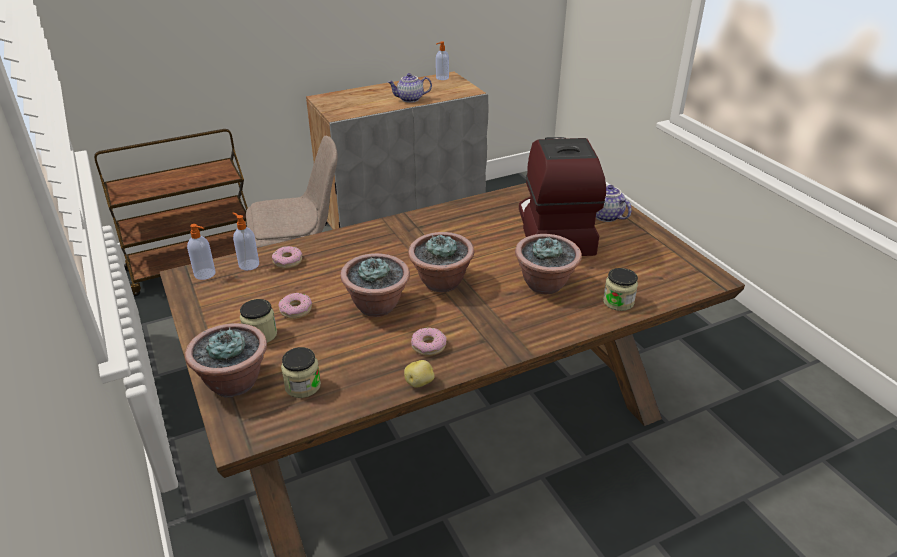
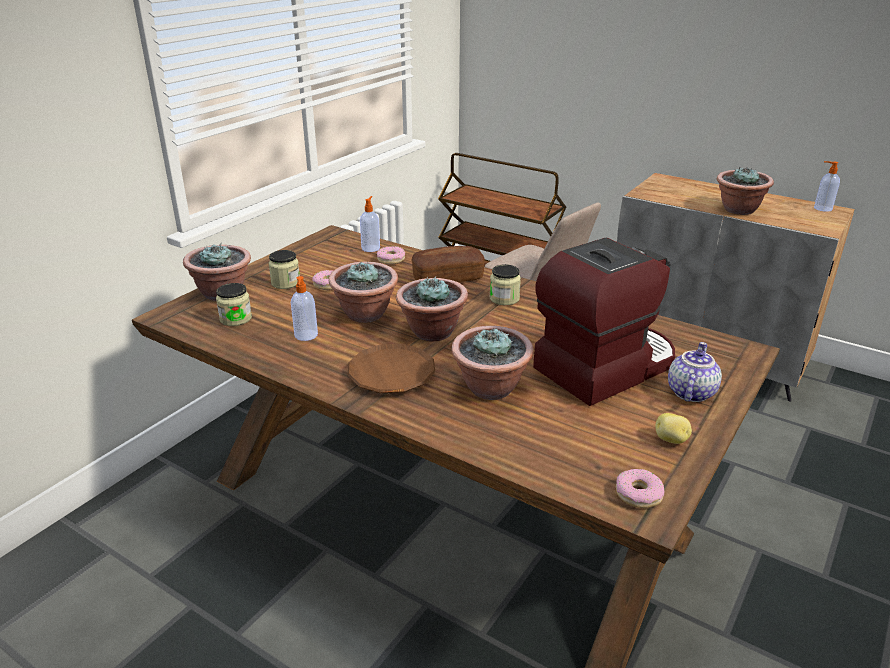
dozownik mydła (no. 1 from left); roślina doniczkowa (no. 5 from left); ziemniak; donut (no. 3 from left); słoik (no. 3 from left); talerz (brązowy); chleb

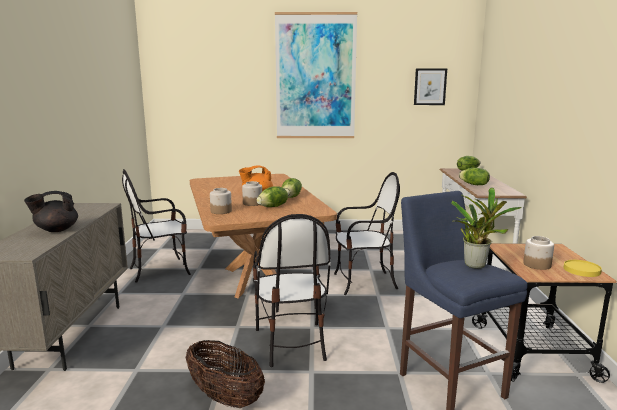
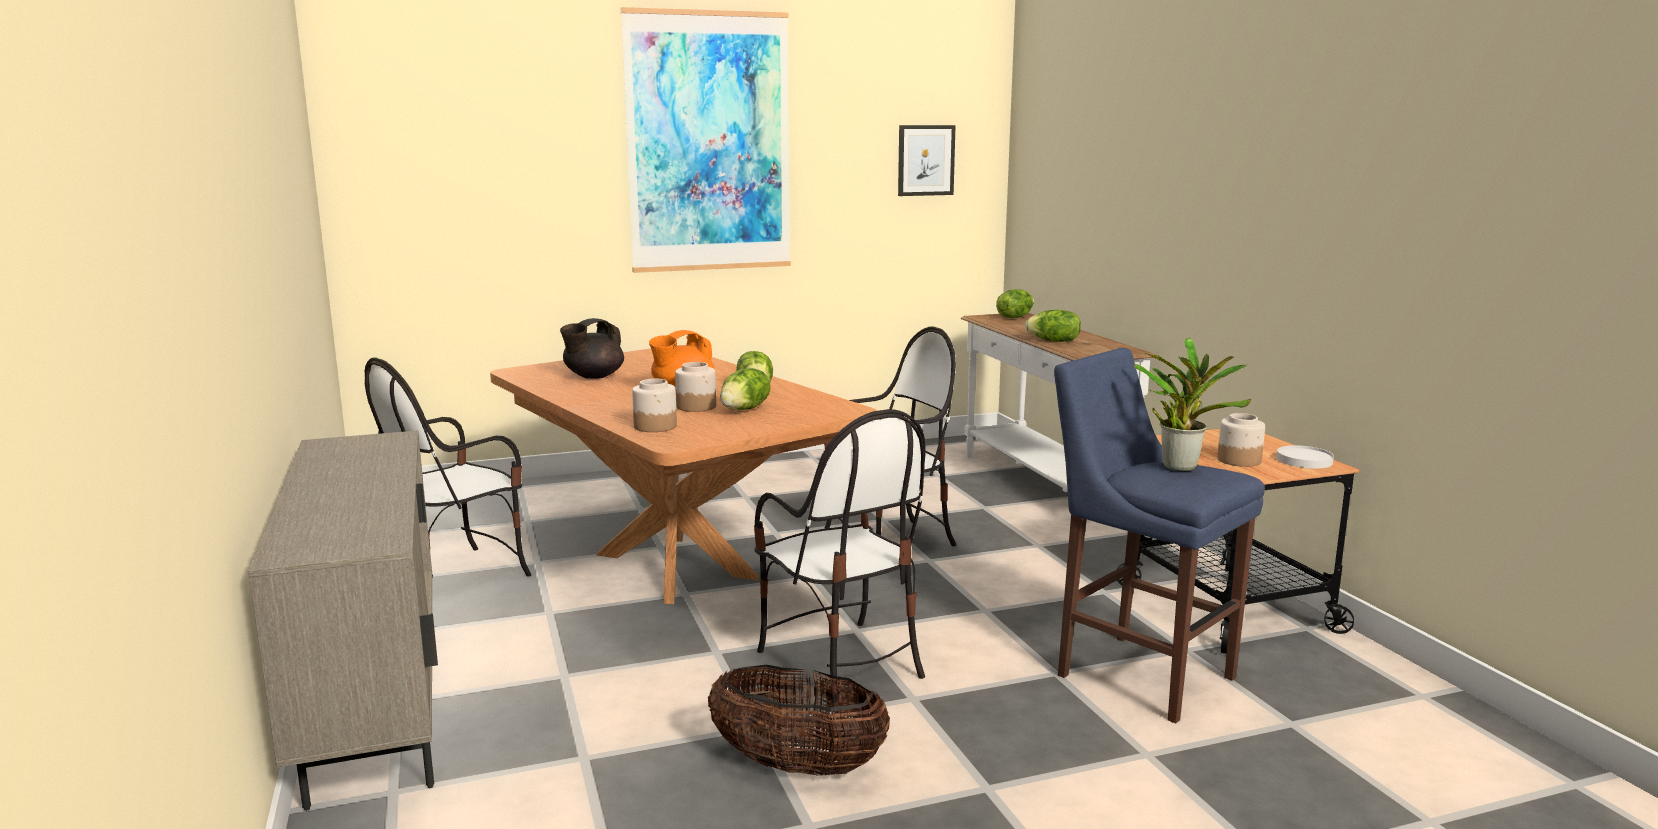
imbryk (czarny); talerz (biały)

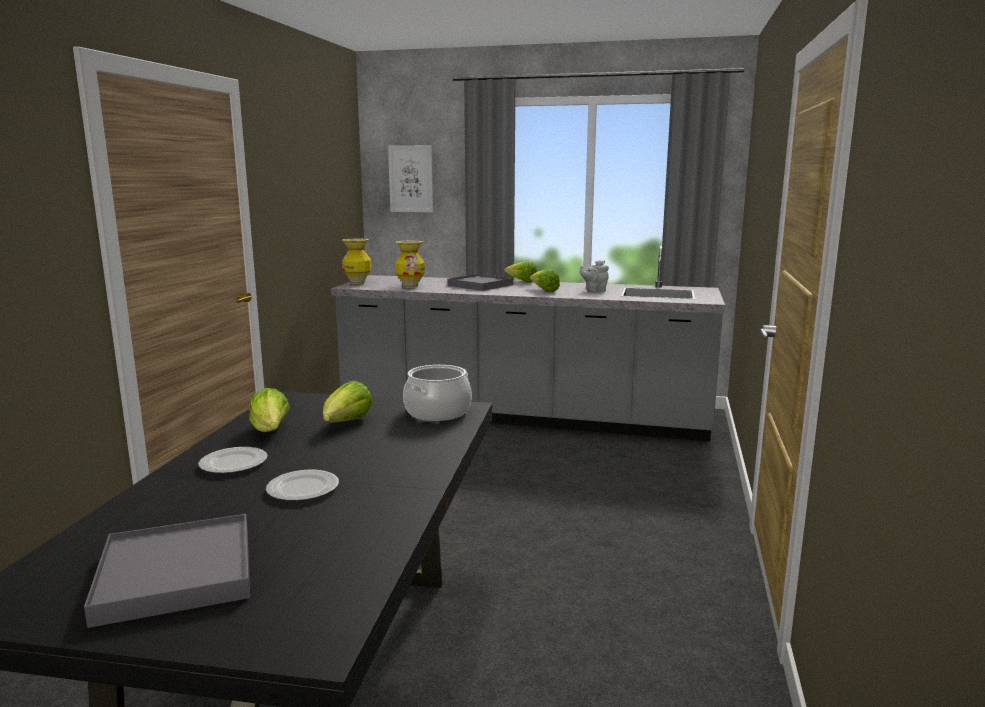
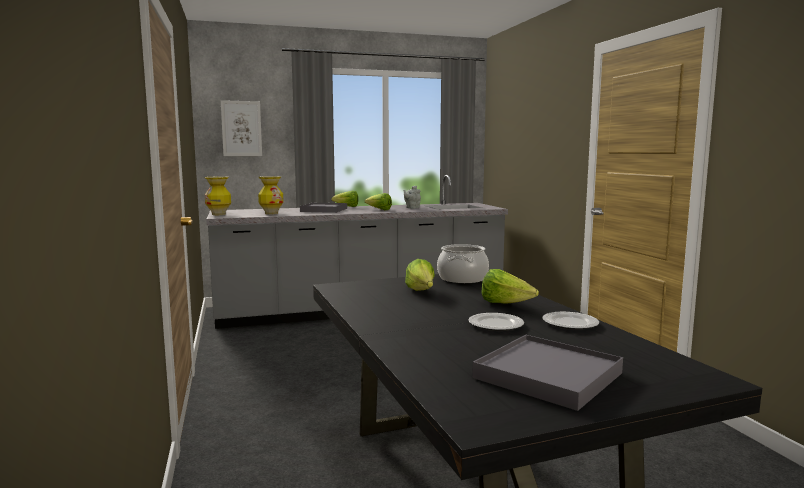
talerz (no. 2 from left); sałata (no. 4 from left)

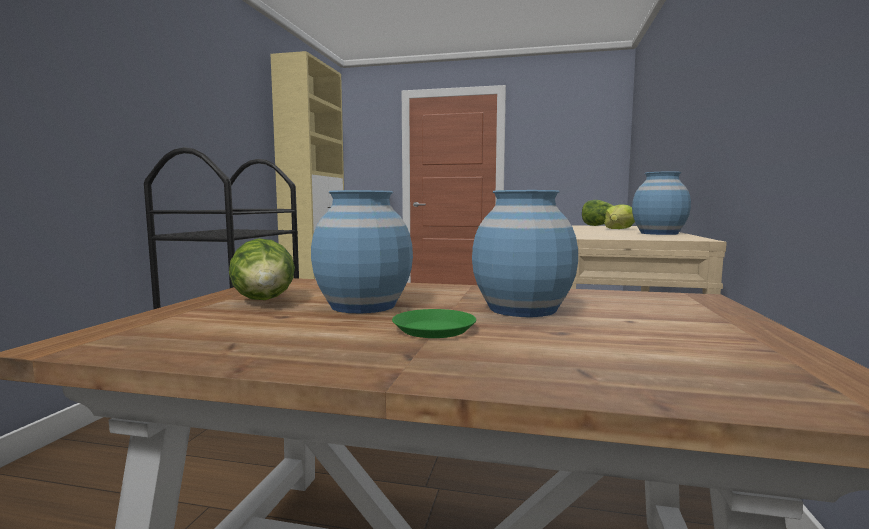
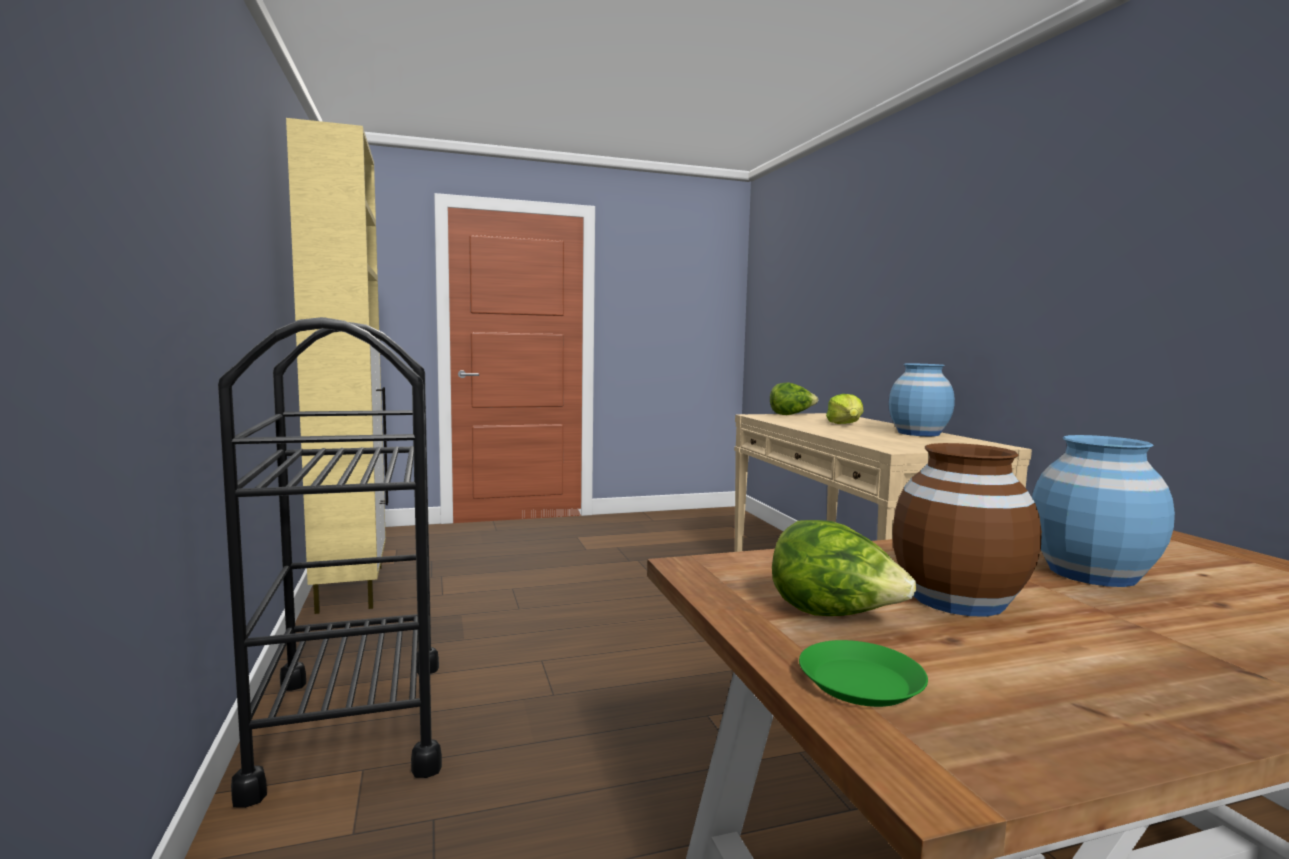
wazon (brązowy); talerz (zielony)

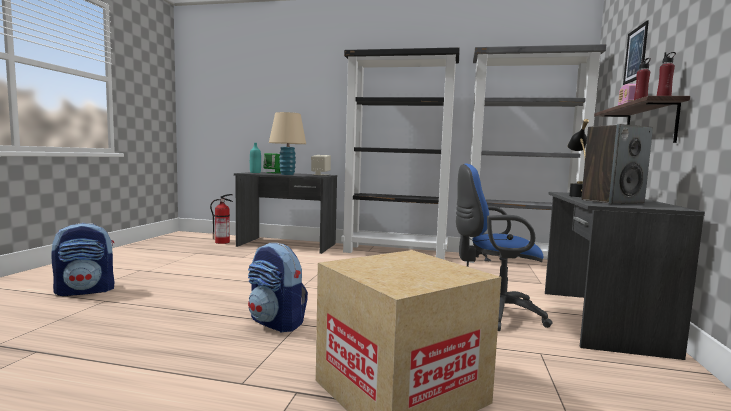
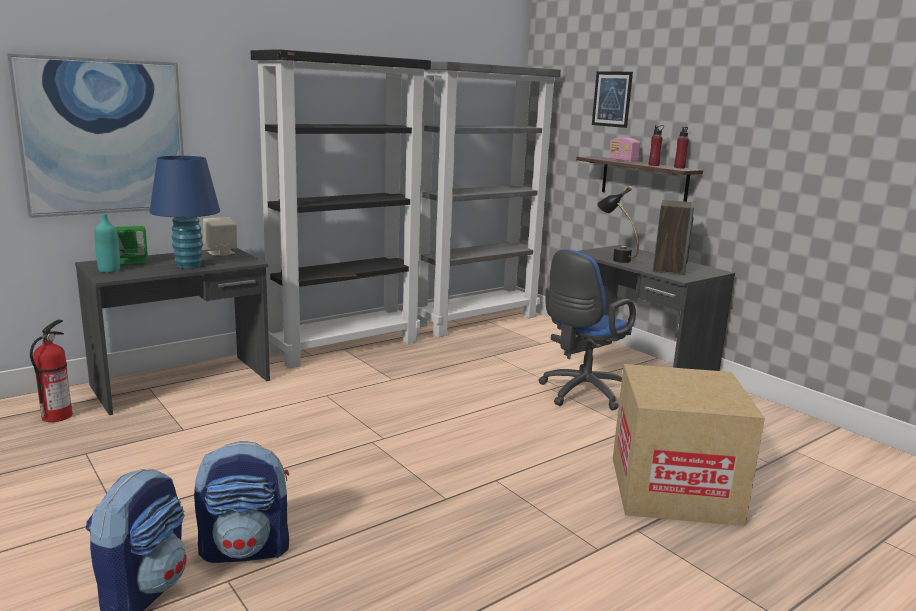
plecak (no. 2 from left); lampa stołowa (niebieski); obraz (no. 1 from left)

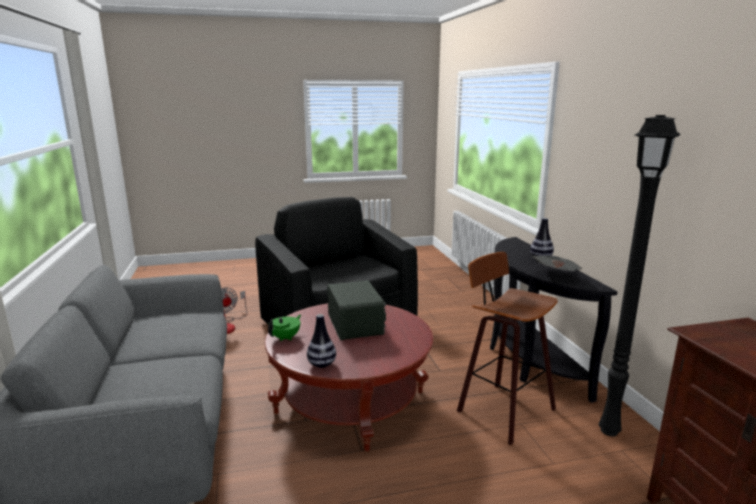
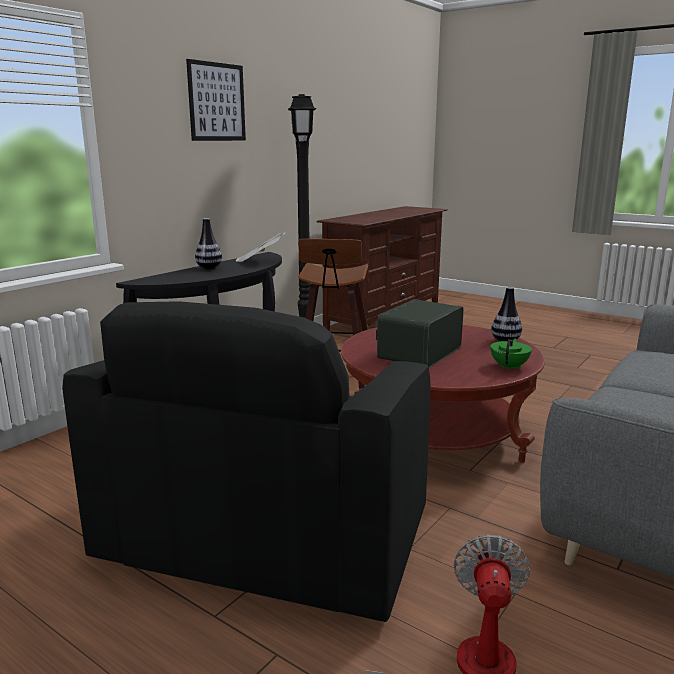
imbryk (zielony); obraz

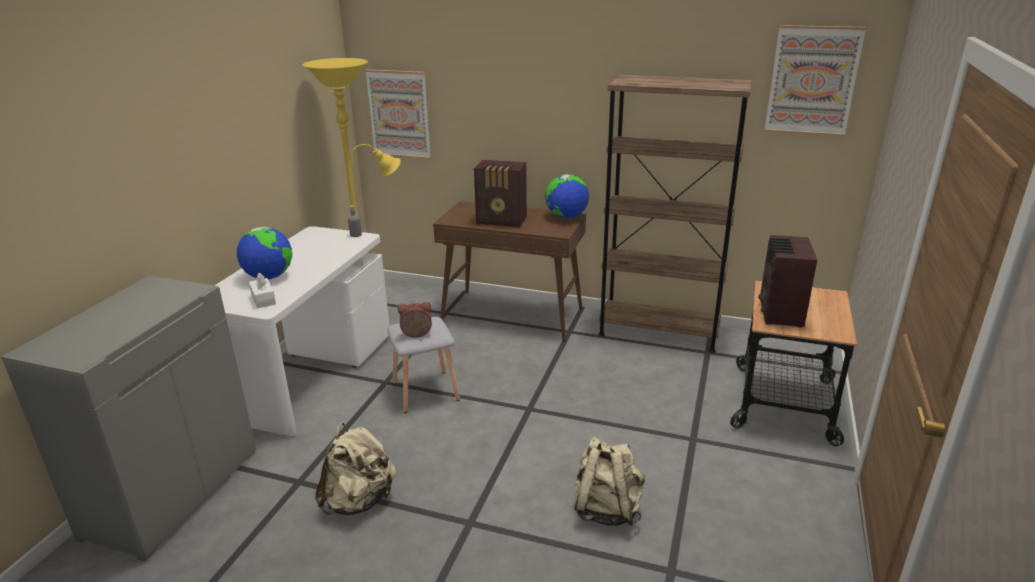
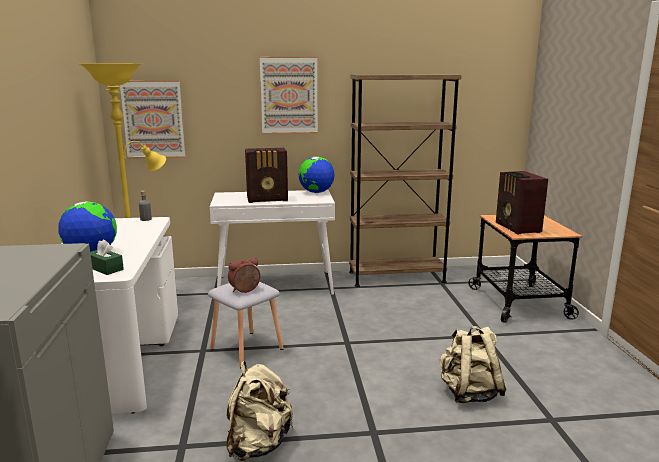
pudełko chusteczek (zielony); stolik konsolowy (biały); obraz (no. 2 from left)

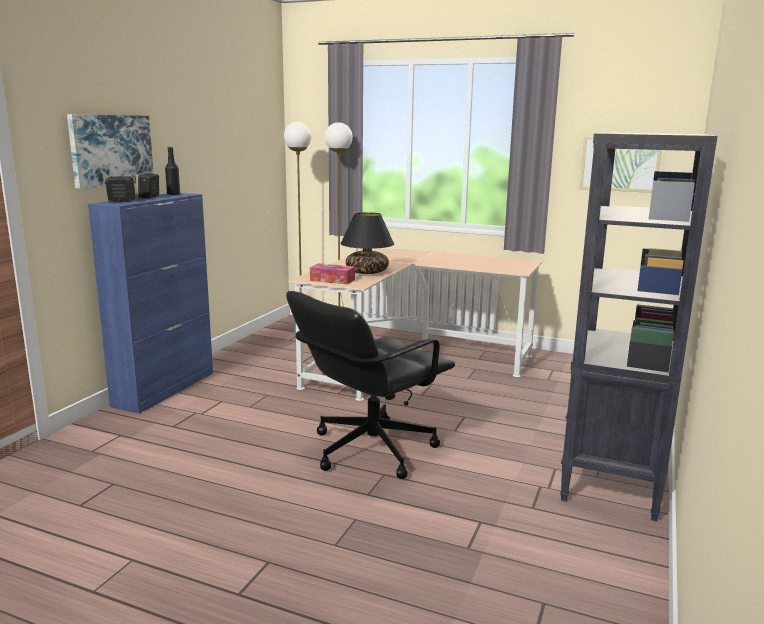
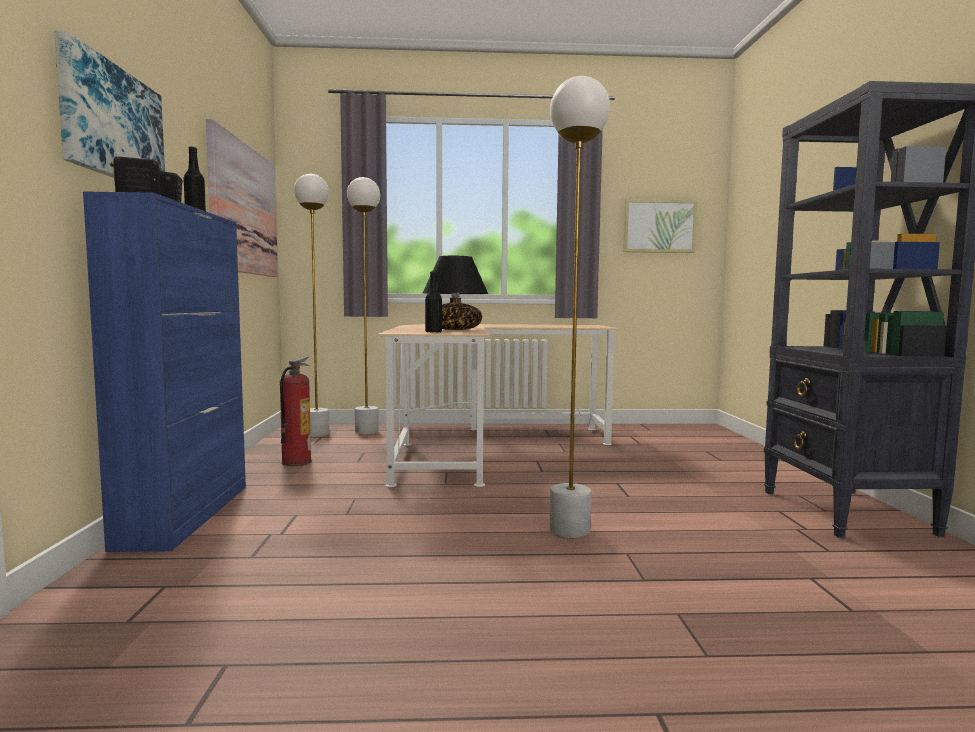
lampa stojąca (biały) (no. 3 from left); butelka (czarny) (no. 2 from left); obraz (no. 2 from left); gaśnica

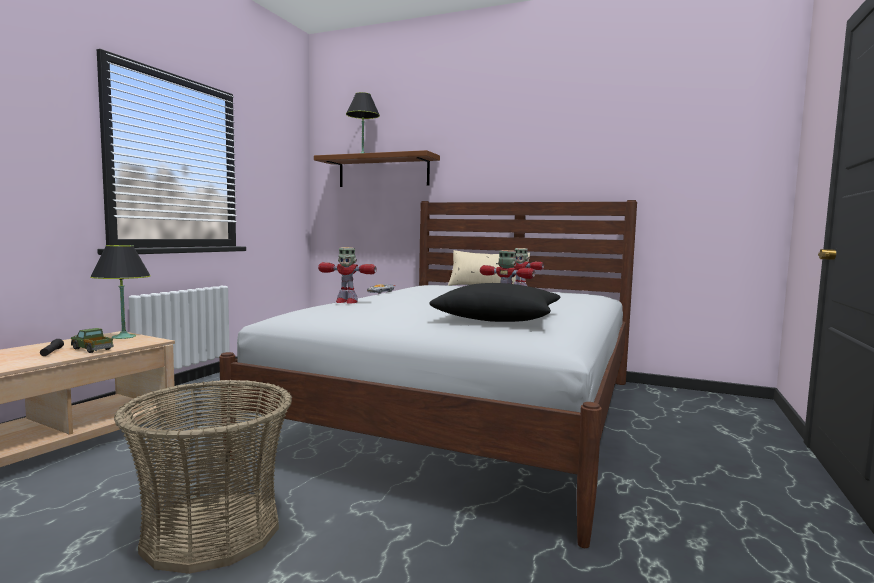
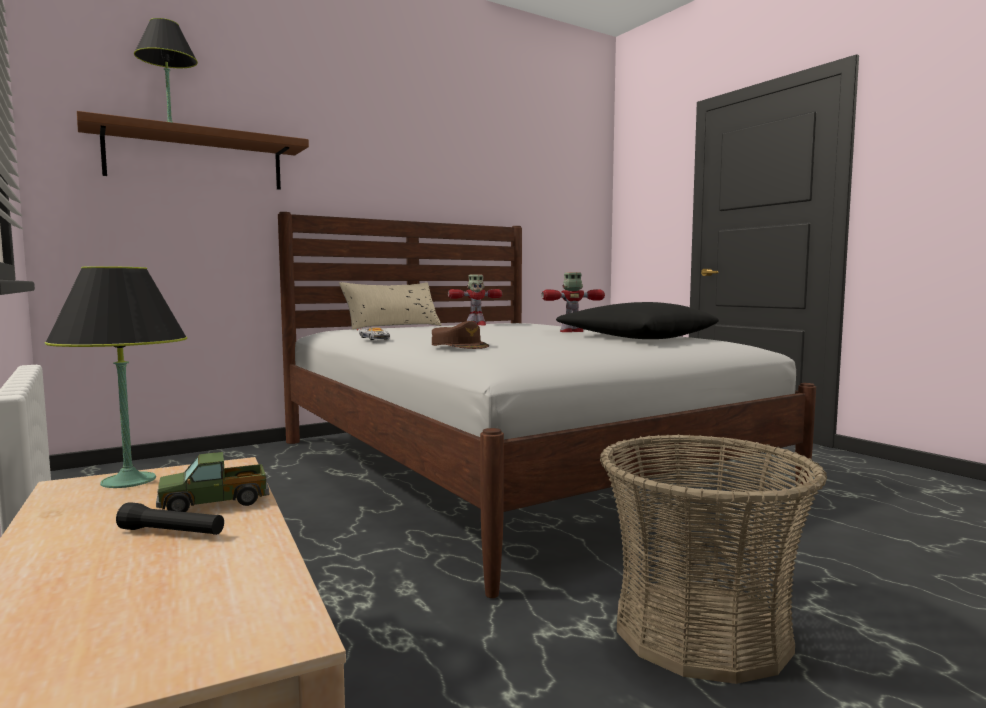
czapka z daszkiem (brązowy)

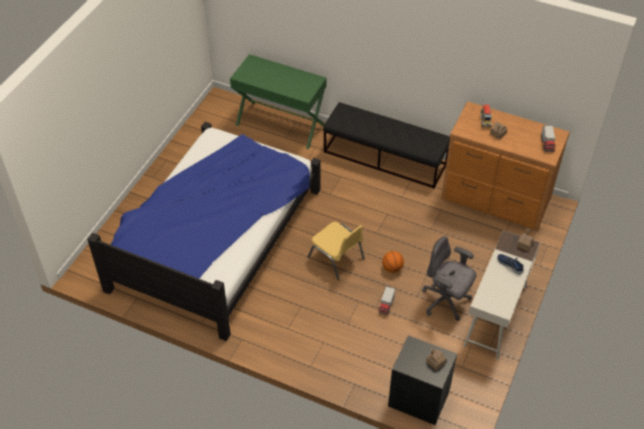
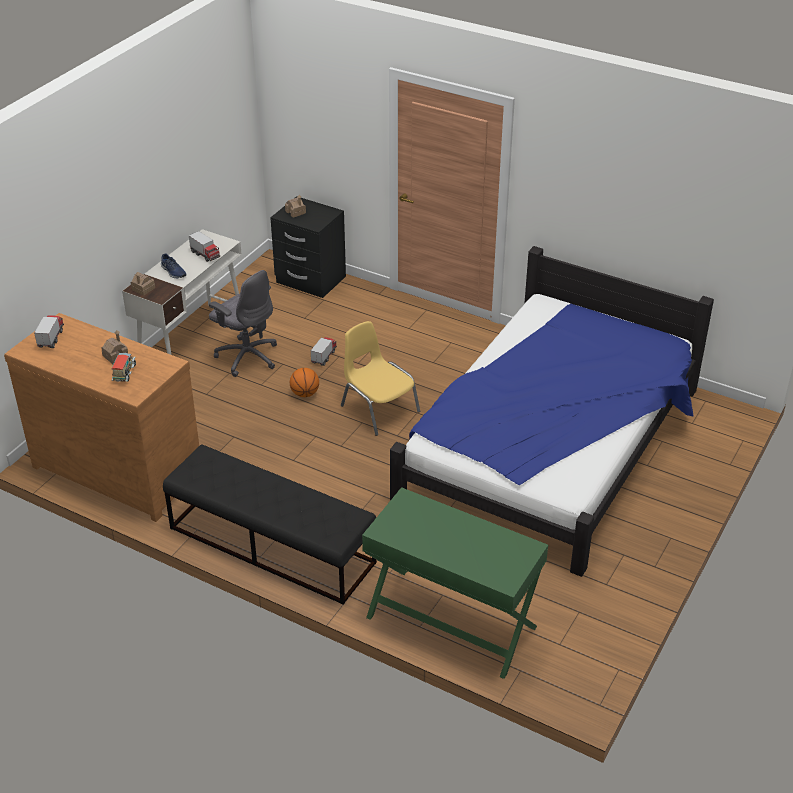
ciężarówka zabawkowa (no. 3 from left)

